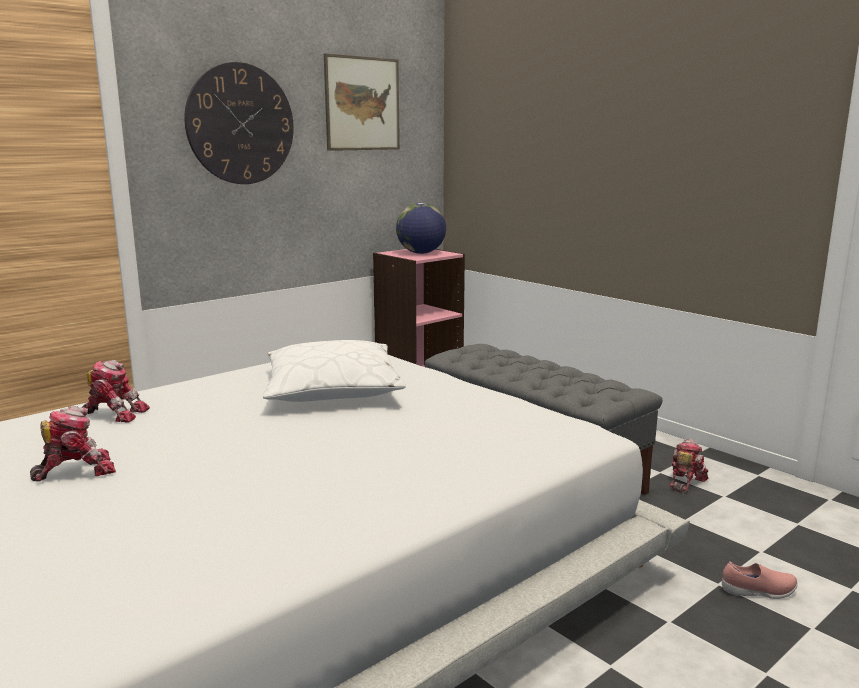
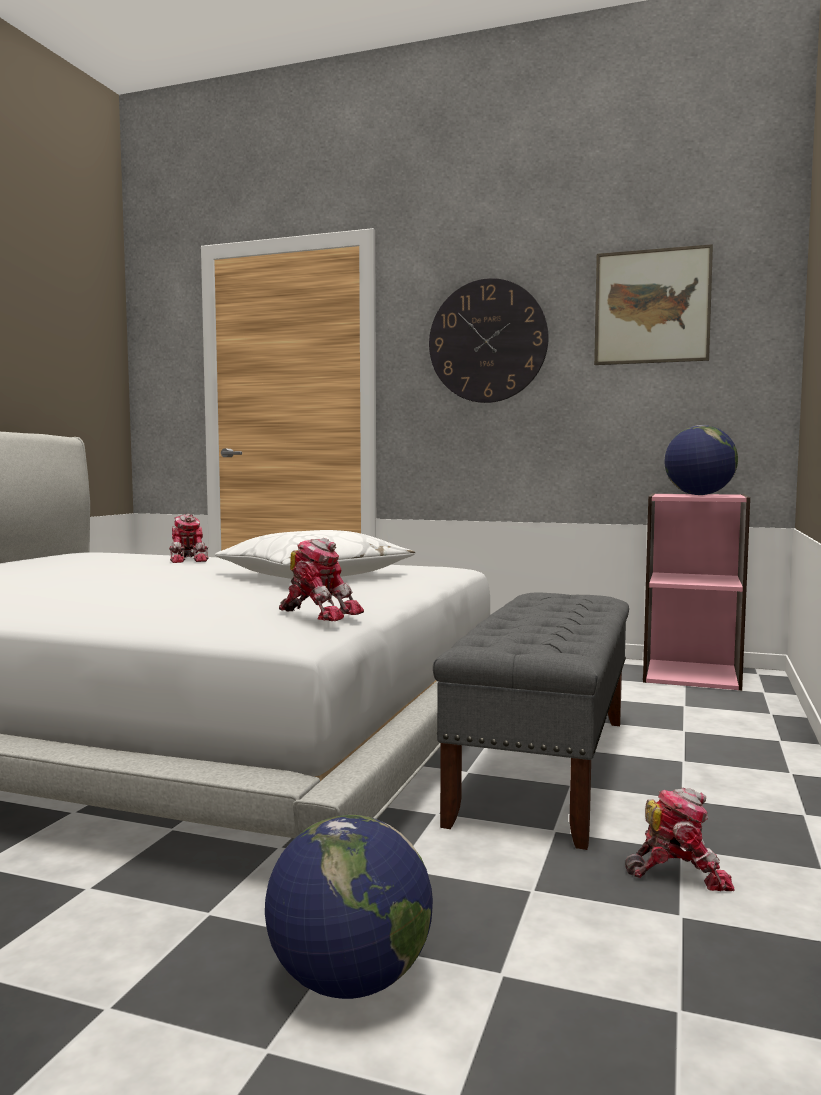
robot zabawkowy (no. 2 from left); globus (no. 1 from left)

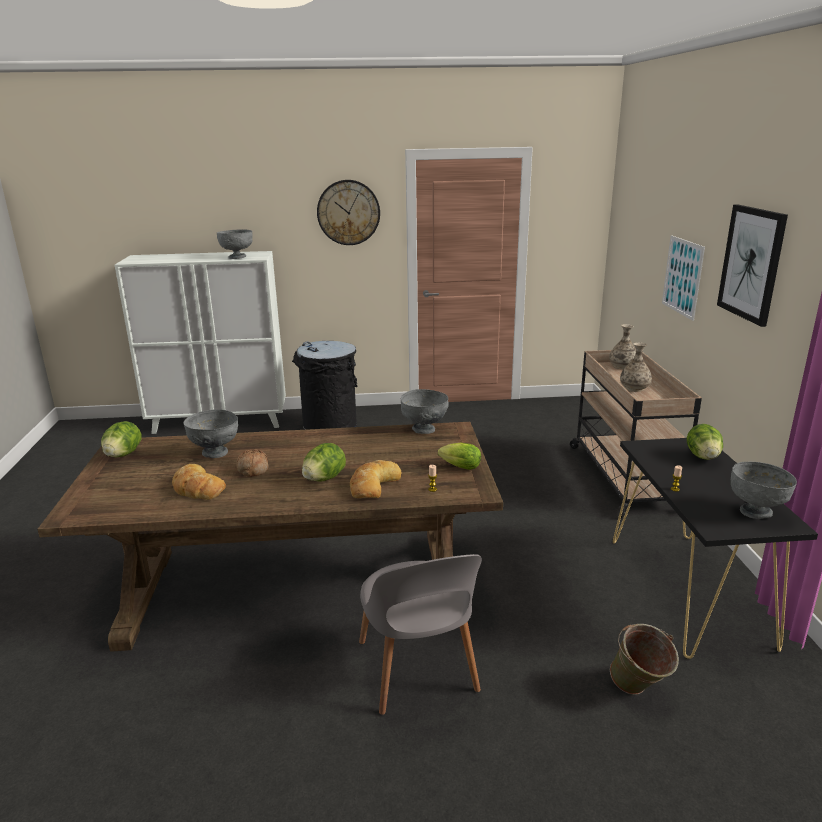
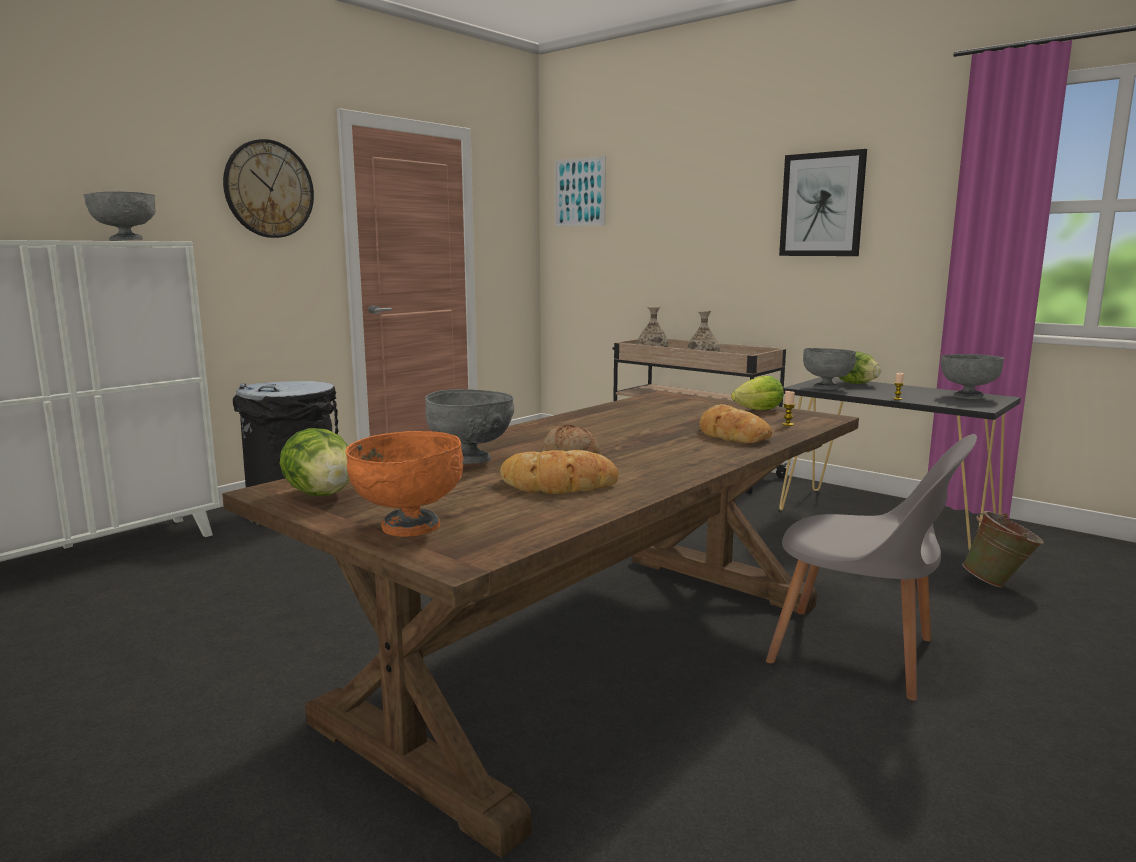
sałata (no. 2 from left in the first image); miska (szary) (no. 3 from left); obraz (no. 1 from left); miska (pomarańczowy)

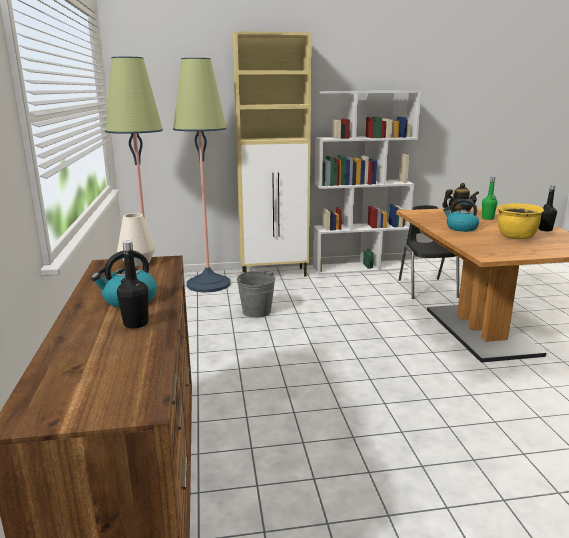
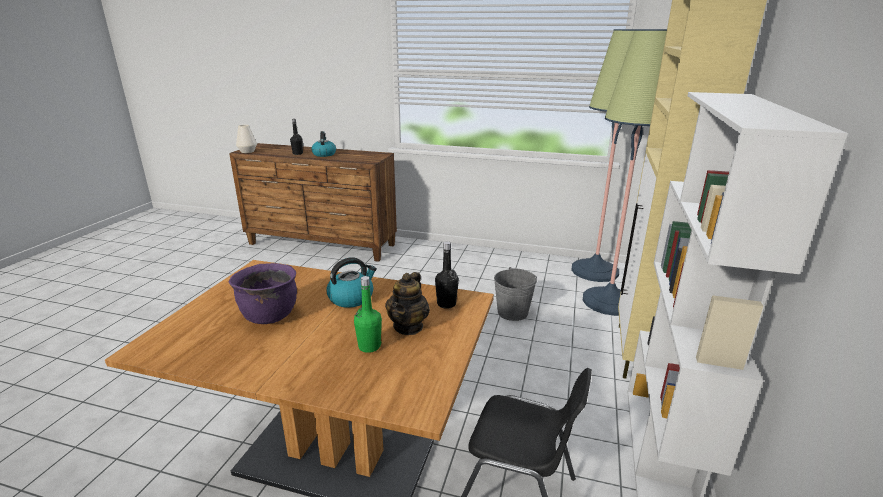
wazon (biały); garnek (fioletowy); butelka (czarny) (no. 2 from left)

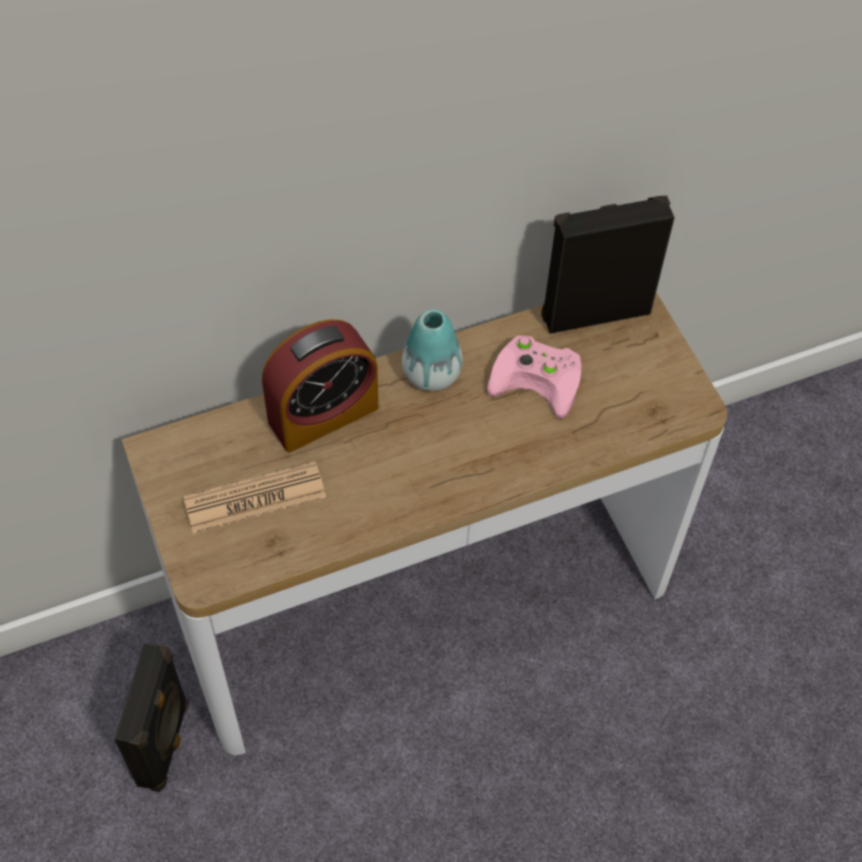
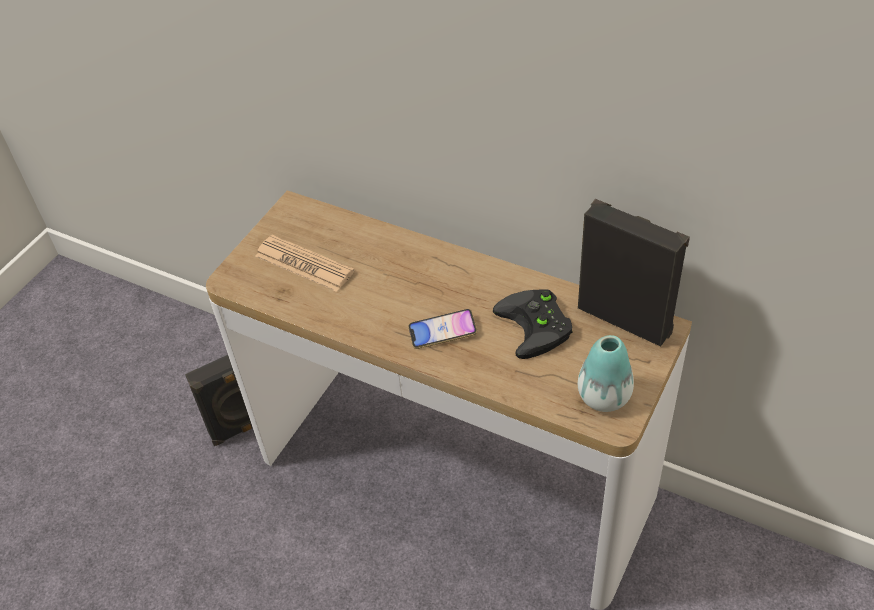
budzik; wazon; pad do gier (czarny); telefon

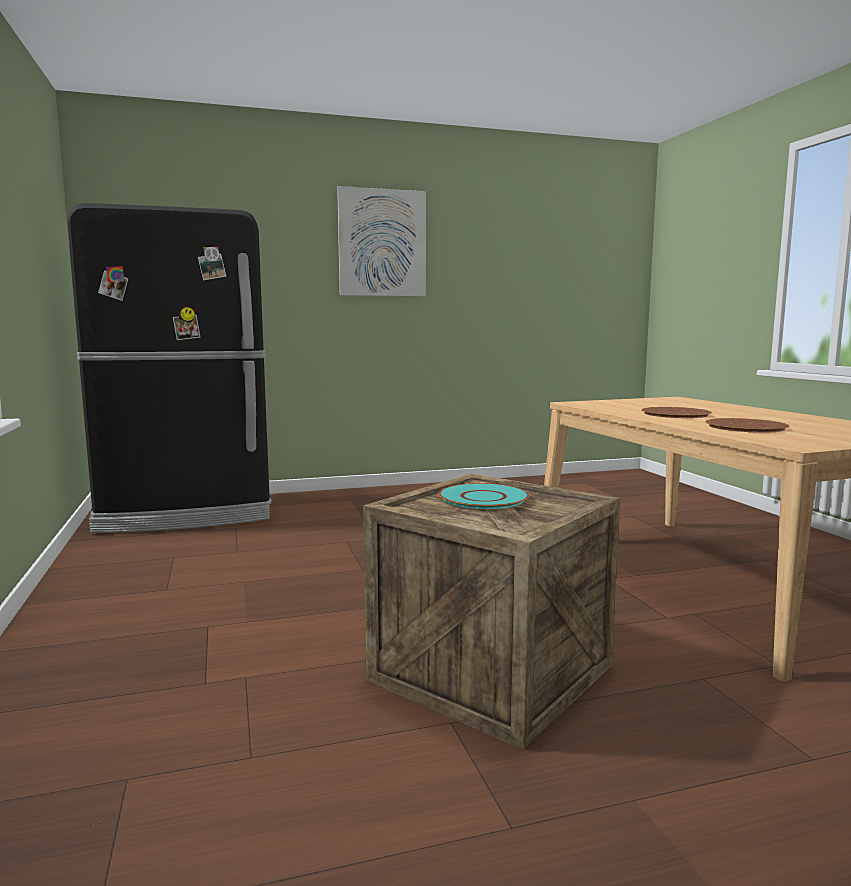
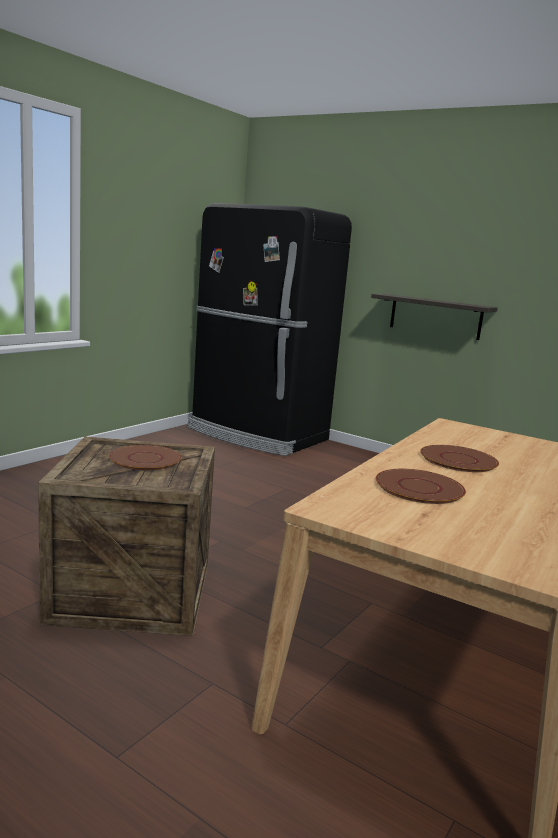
obraz; talerz (brązowy) (no. 1 from left); półka

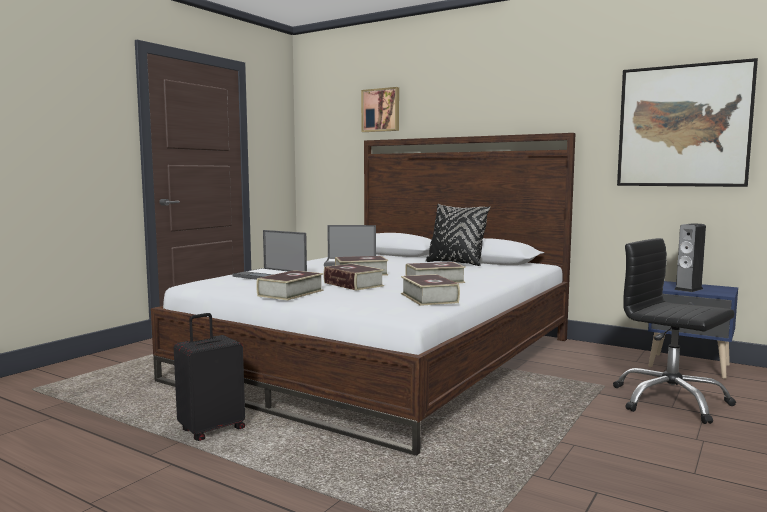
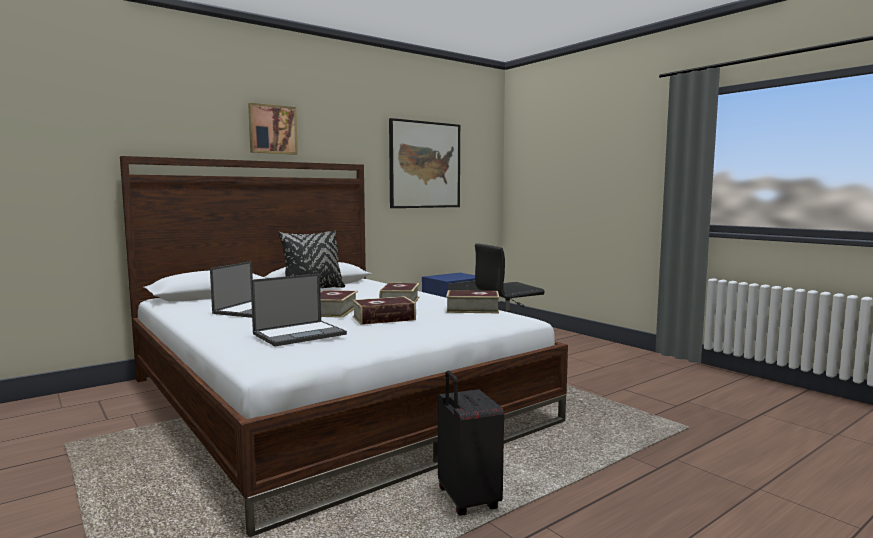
książka (no. 1 from left in the first image); obraz (no. 1 from left); głośnik

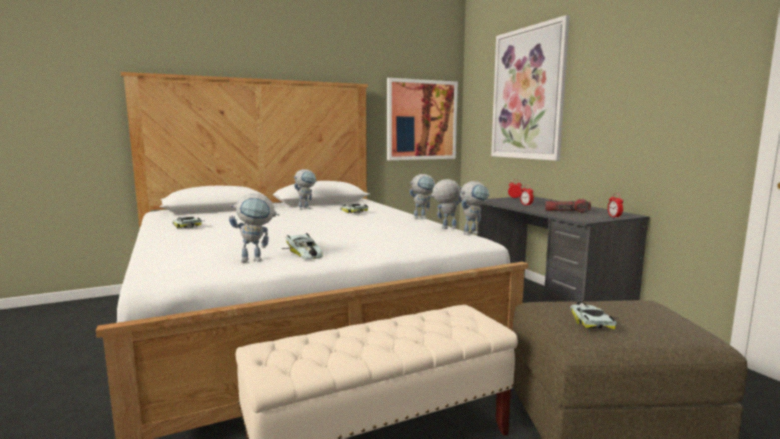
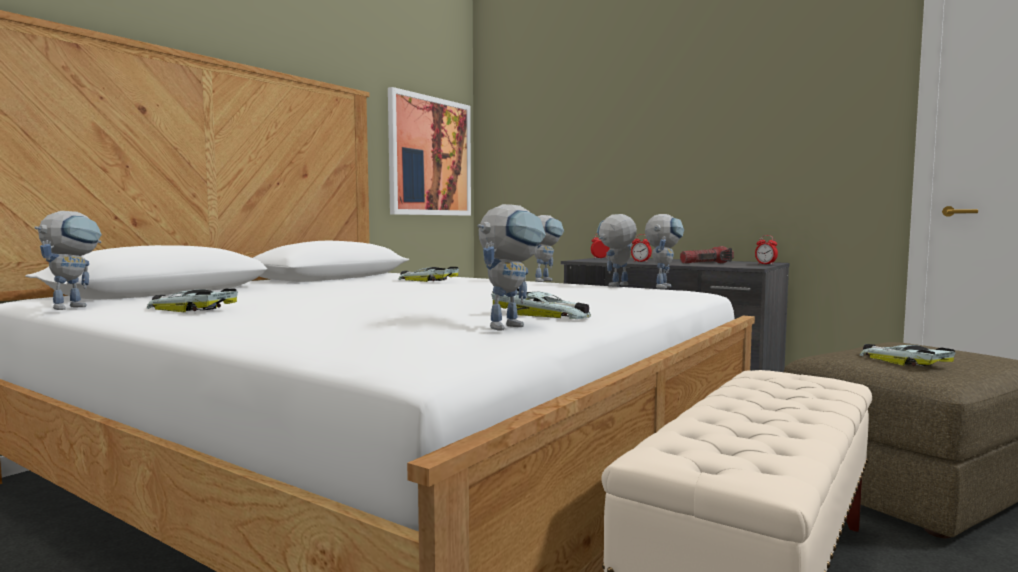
robot zabawkowy (no. 1 from left); obraz (no. 2 from left in the first image)

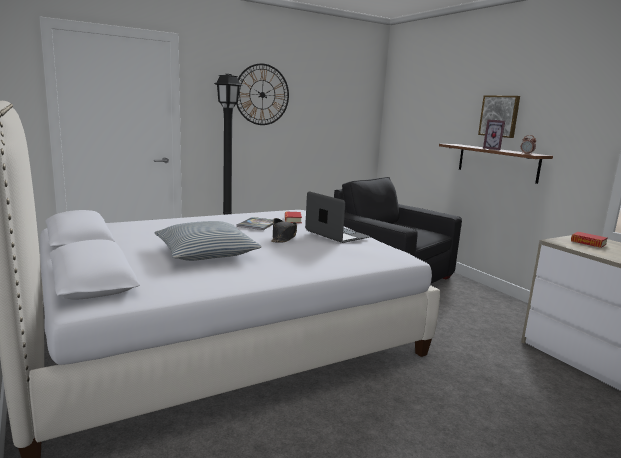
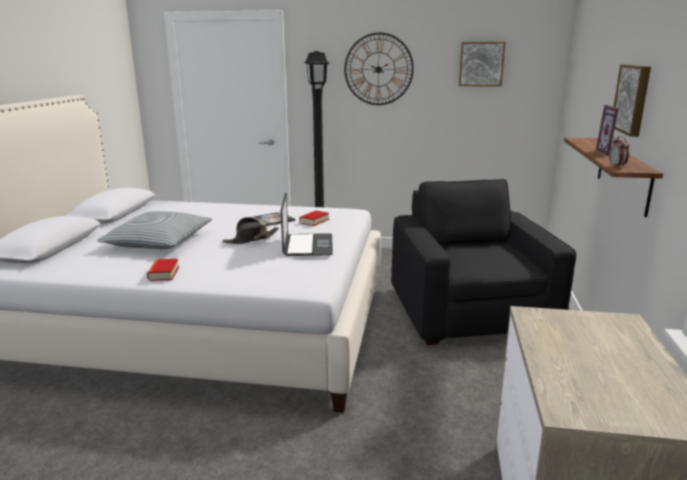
książka (no. 1 from left); obraz (no. 1 from left)

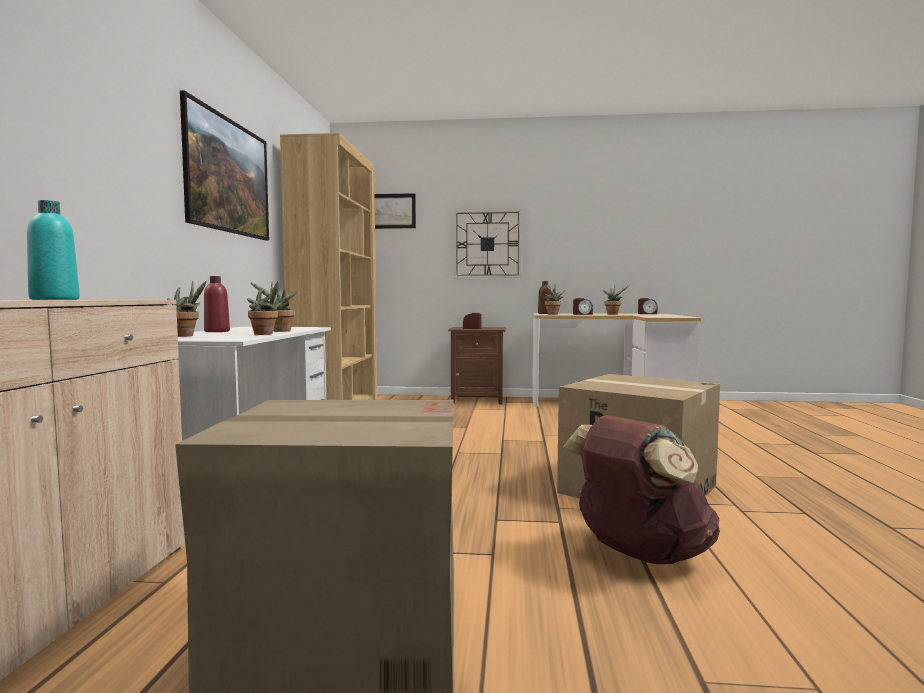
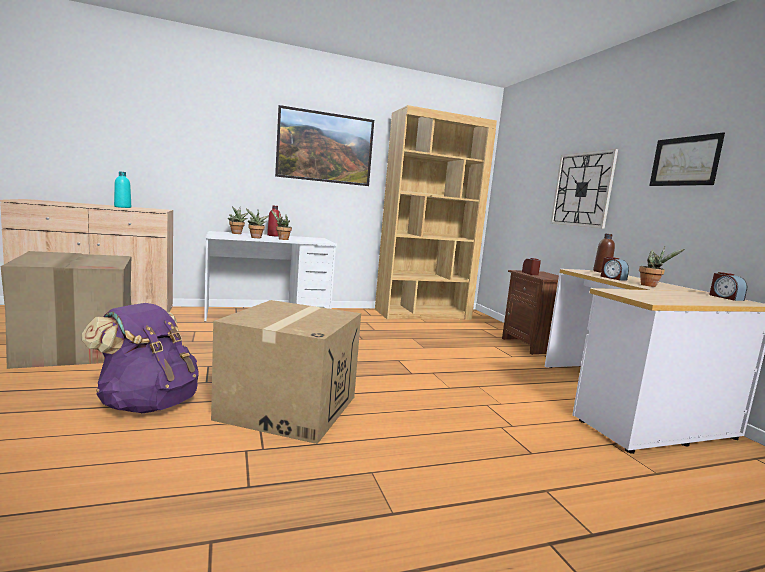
obraz (no. 2 from left); roślina doniczkowa (no. 4 from left in the first image); plecak (fioletowy)

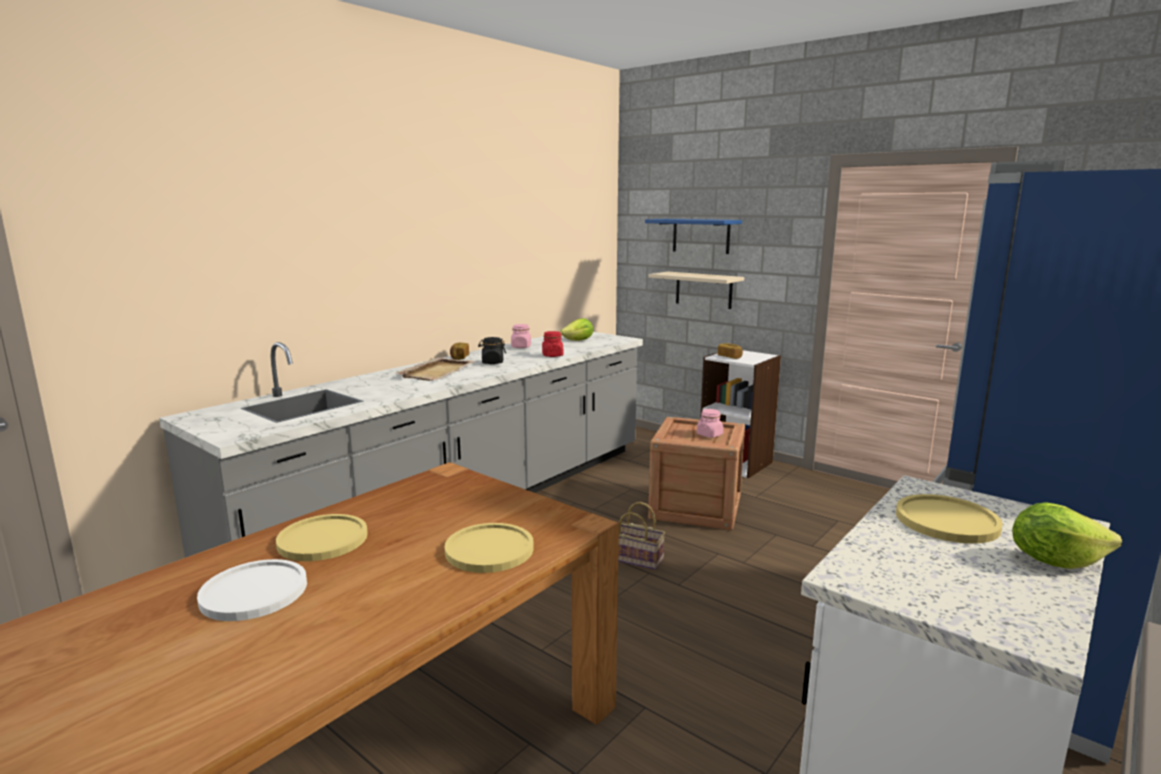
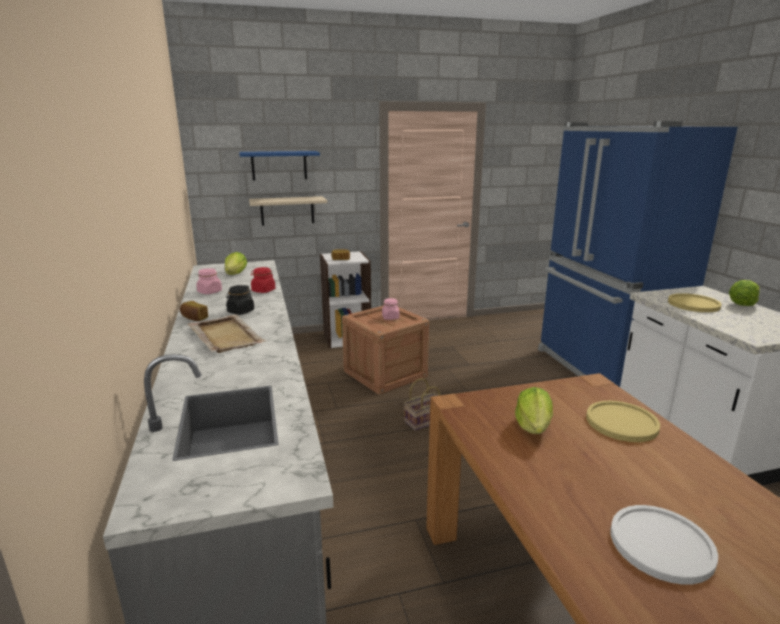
talerz (żółty) (no. 1 from left in the first image); sałata (no. 2 from left)

